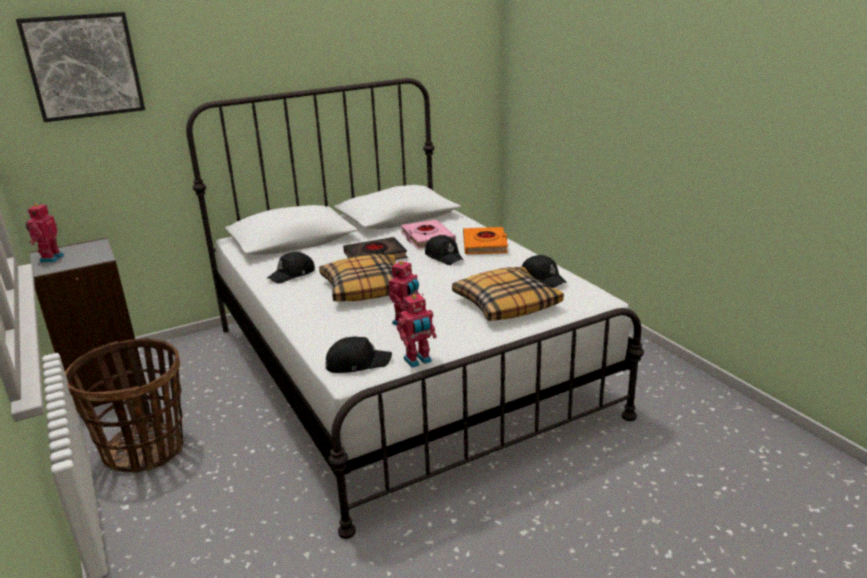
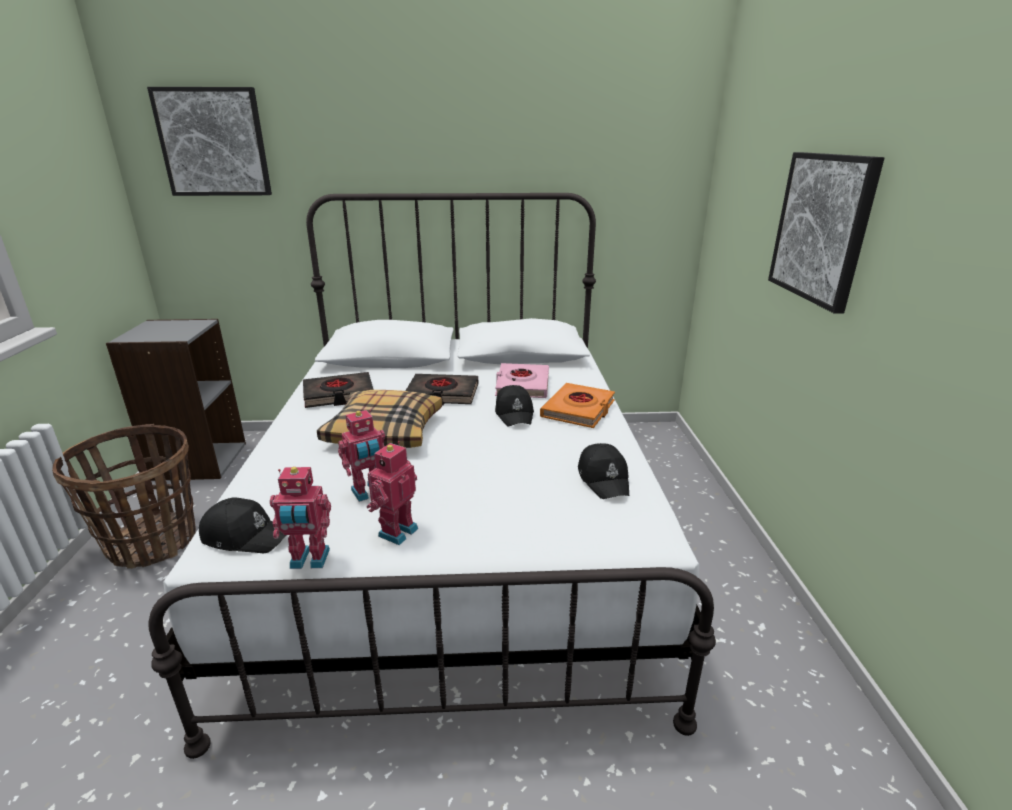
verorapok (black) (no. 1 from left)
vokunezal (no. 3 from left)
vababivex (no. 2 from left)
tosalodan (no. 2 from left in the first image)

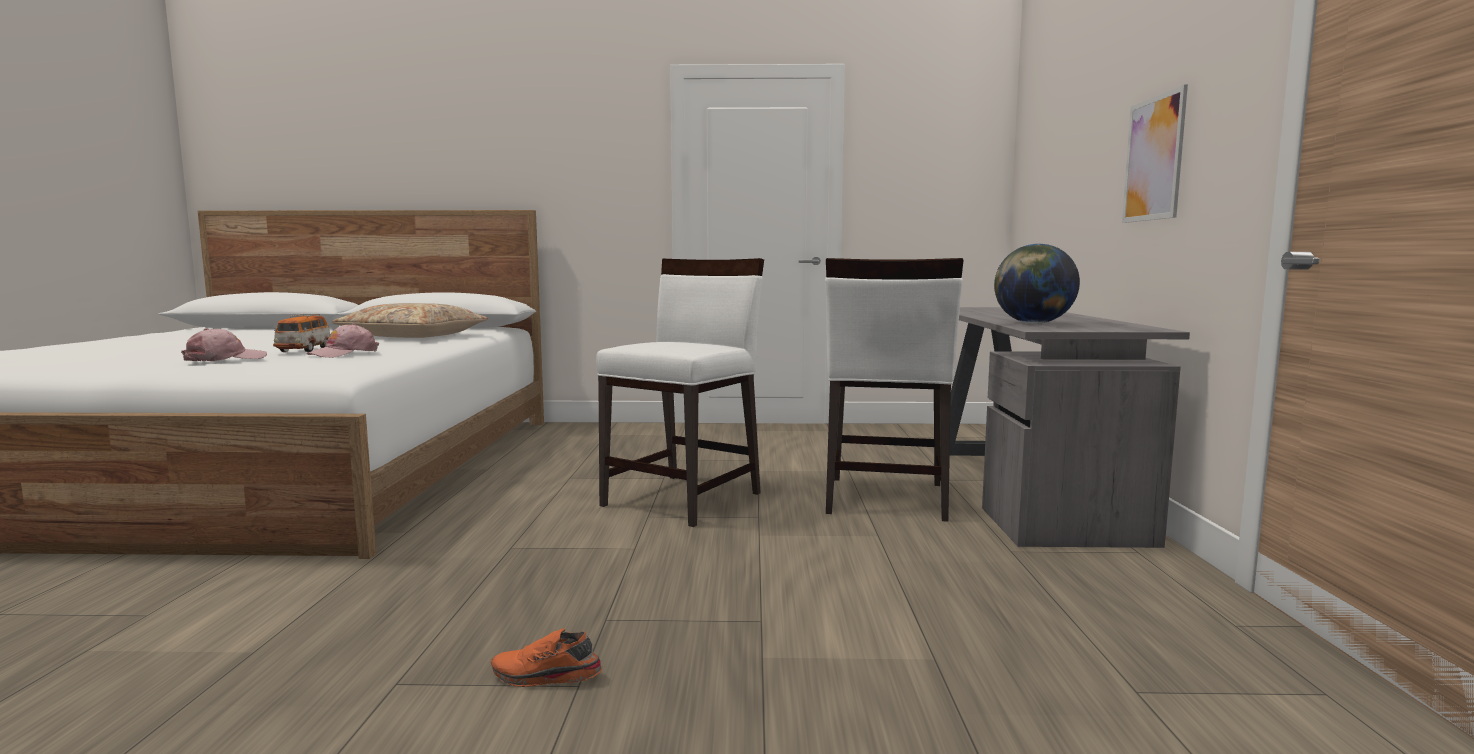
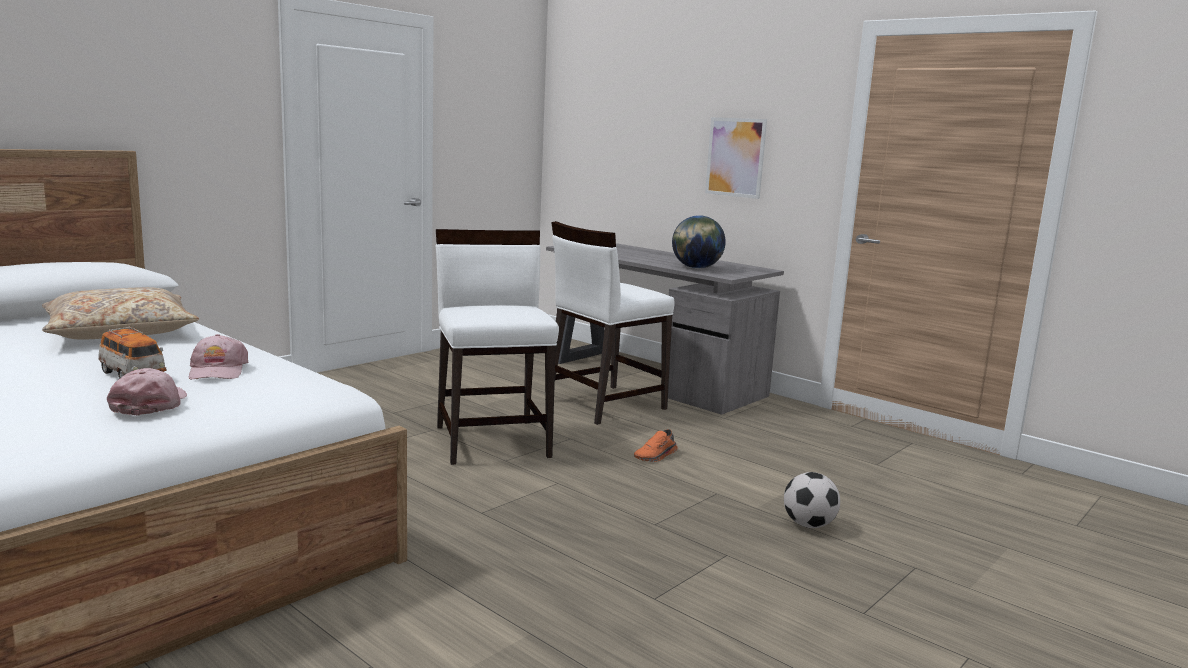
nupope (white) (no. 2 from left)
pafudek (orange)
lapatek

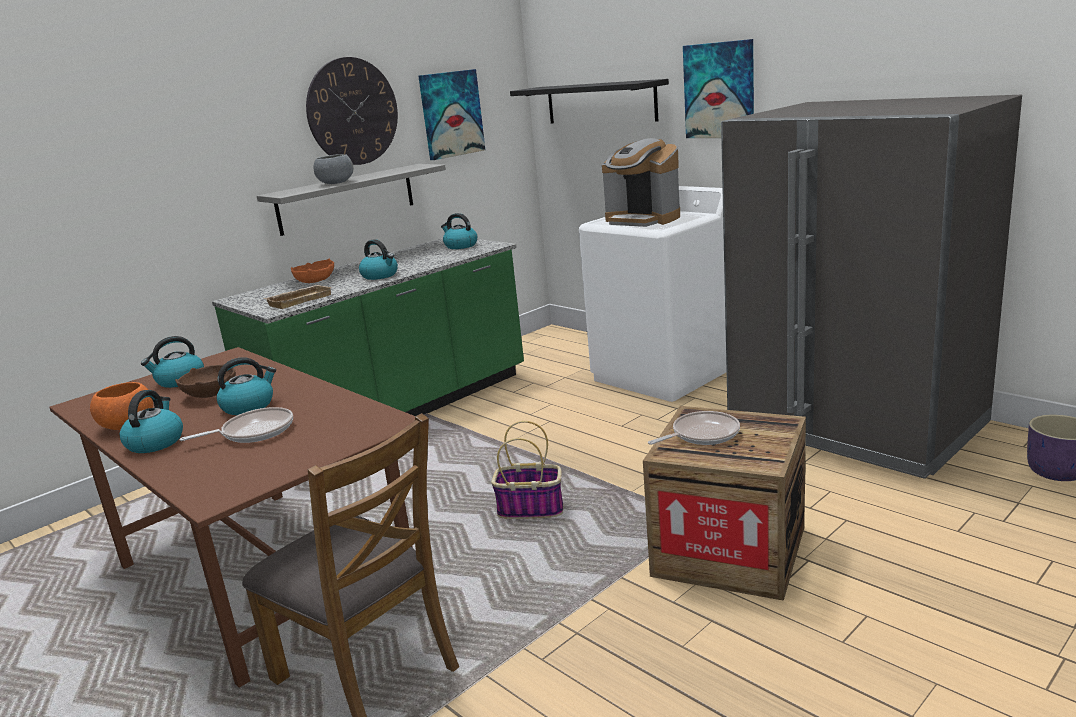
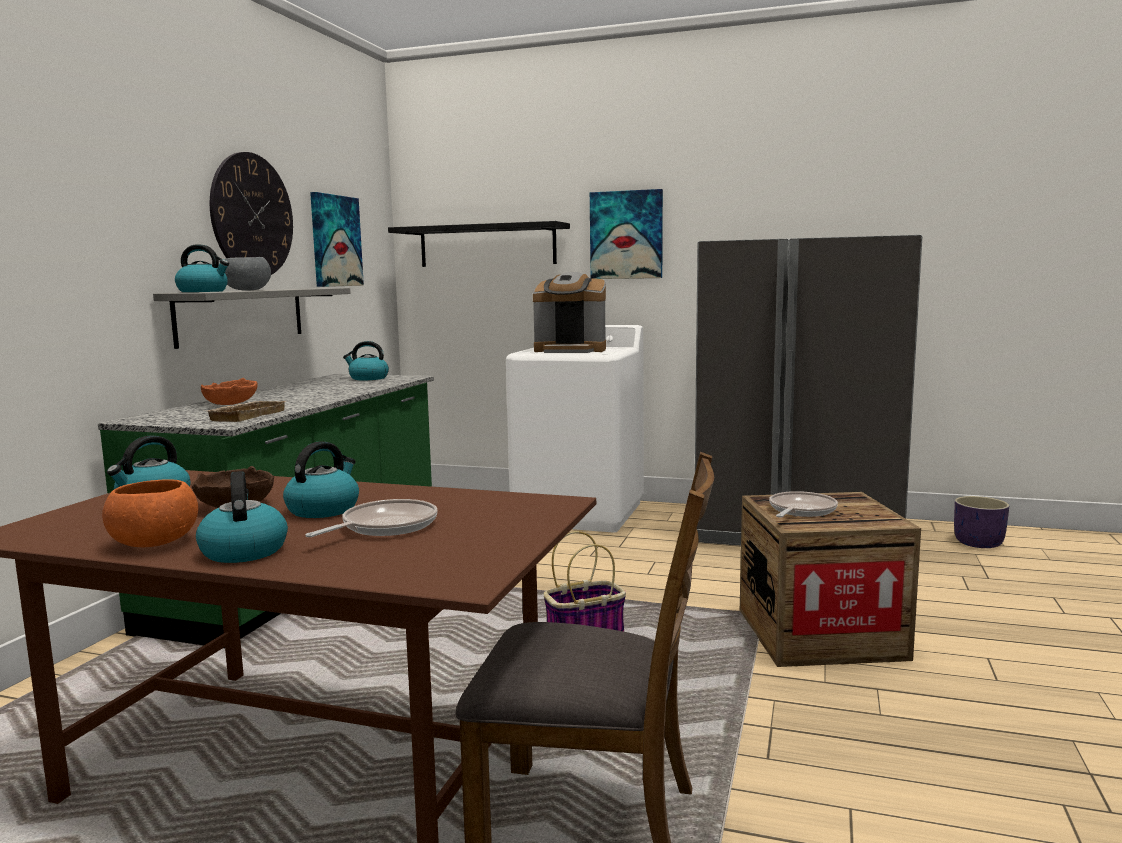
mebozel (no. 2 from left)

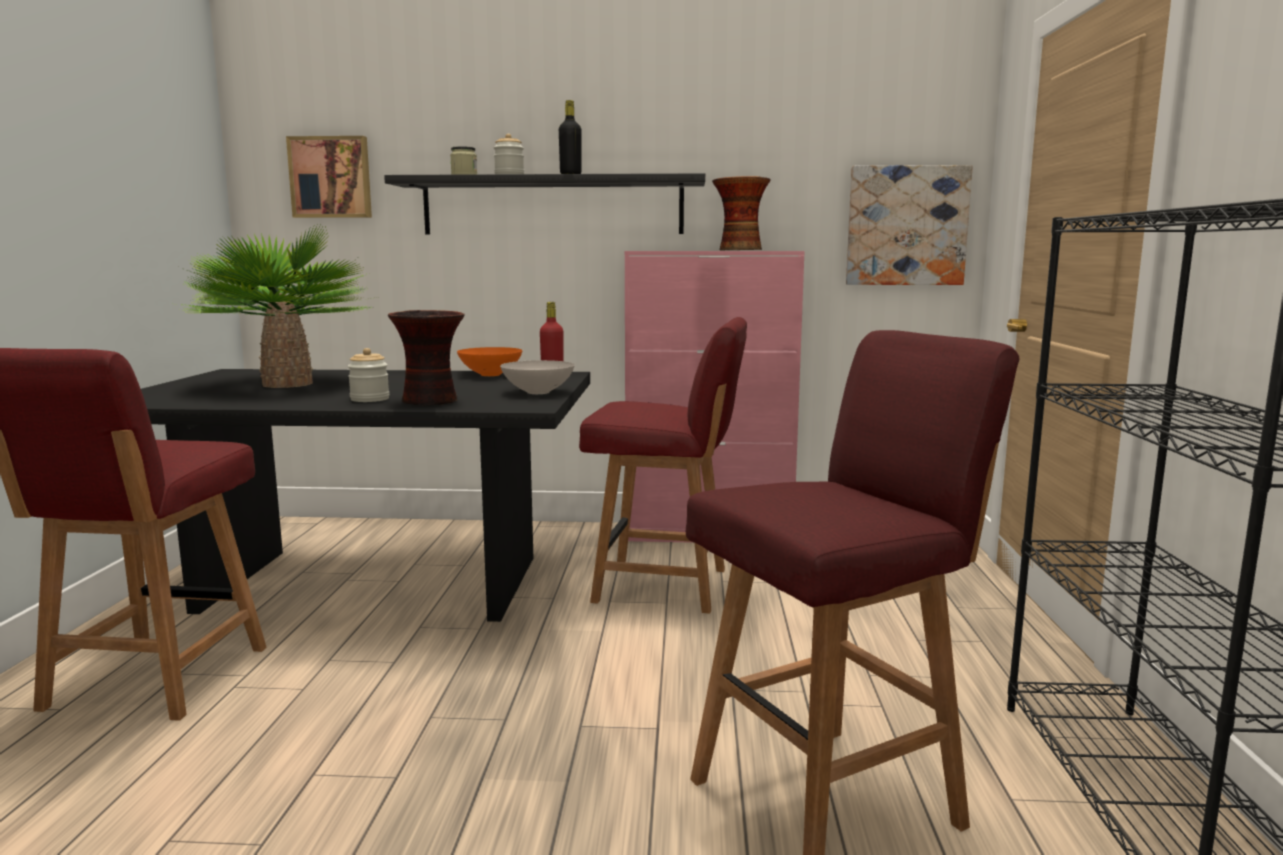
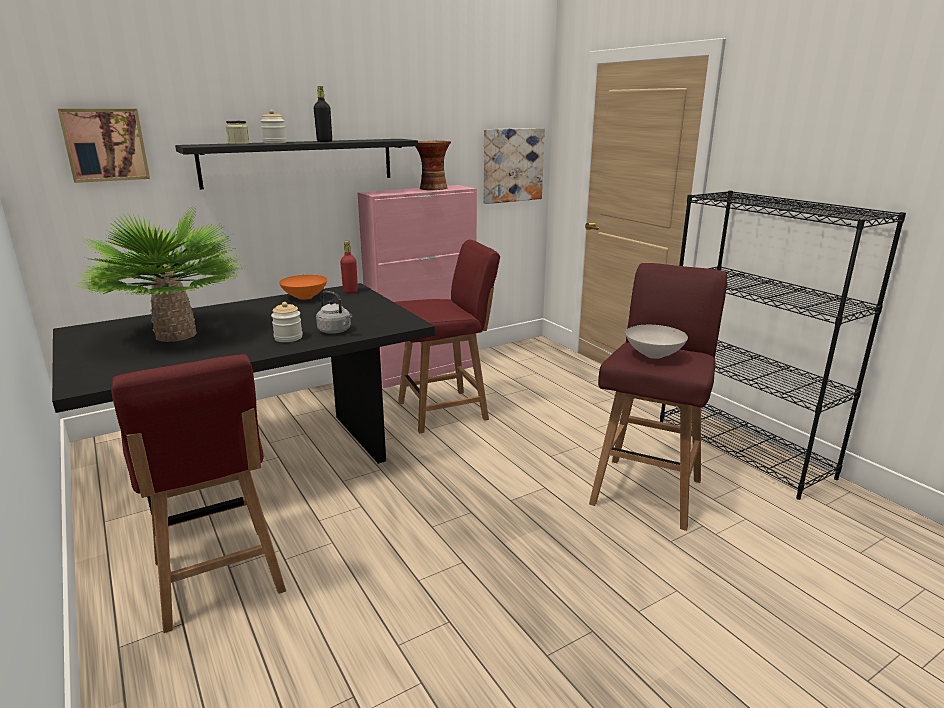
mebozel (grey)
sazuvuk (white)

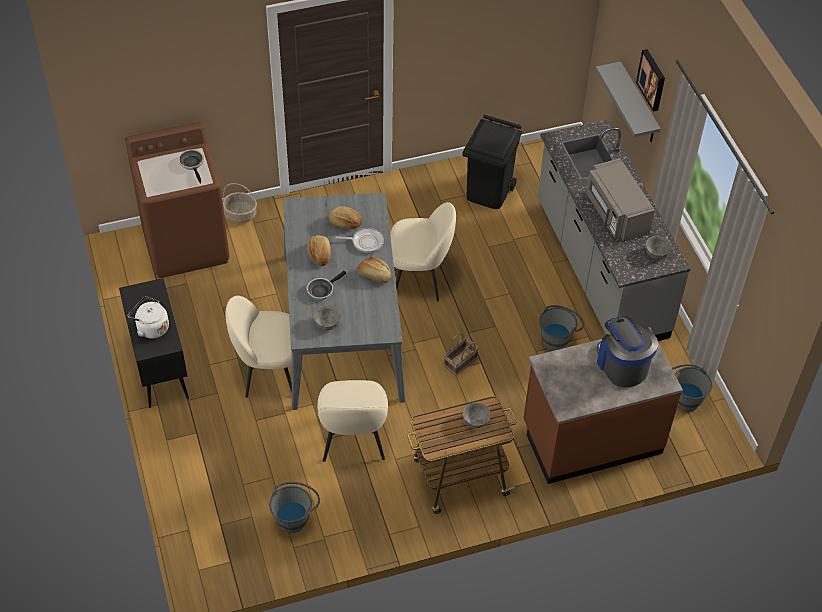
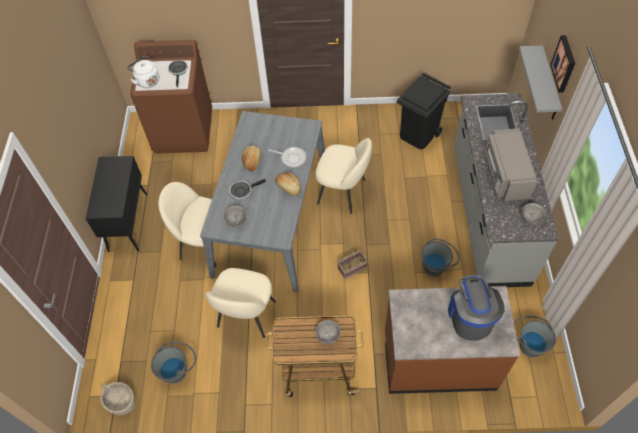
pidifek (no. 1 from left)
mebozel (white)
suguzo (no. 2 from left in the first image)

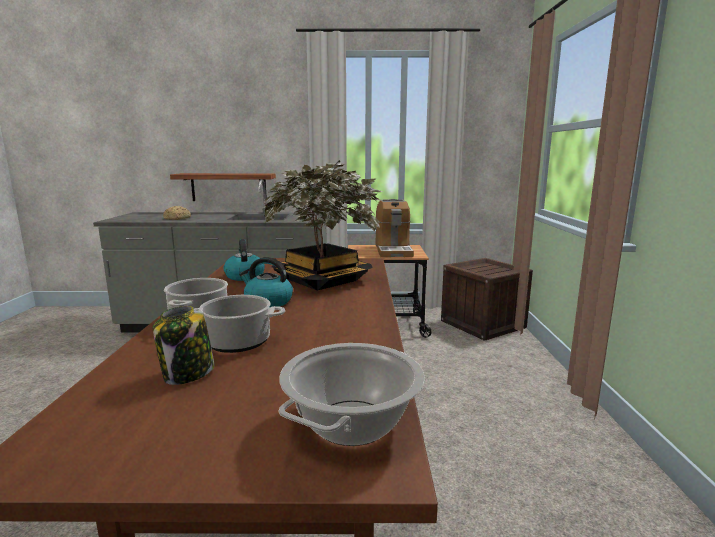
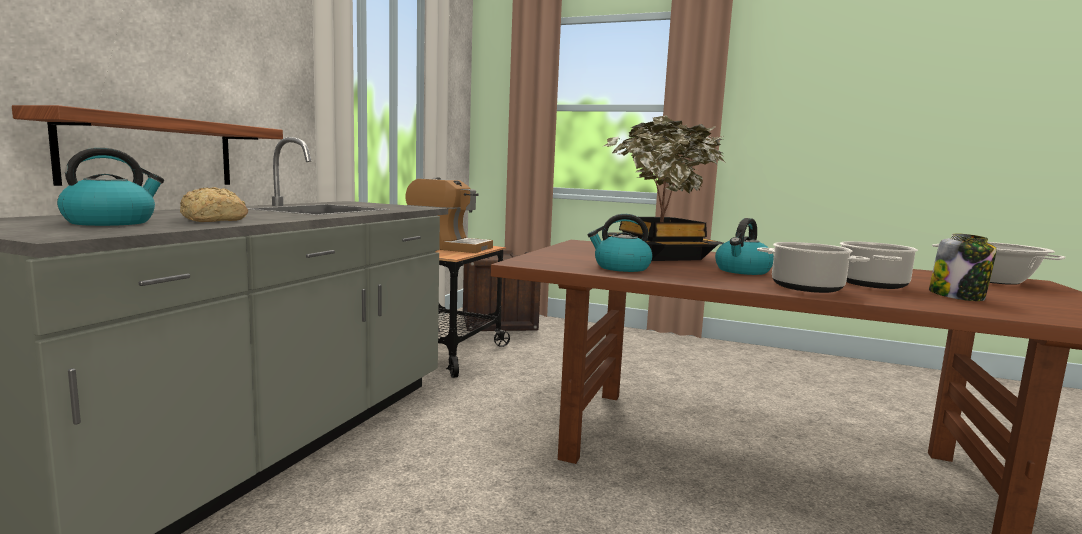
mebozel (no. 1 from left)

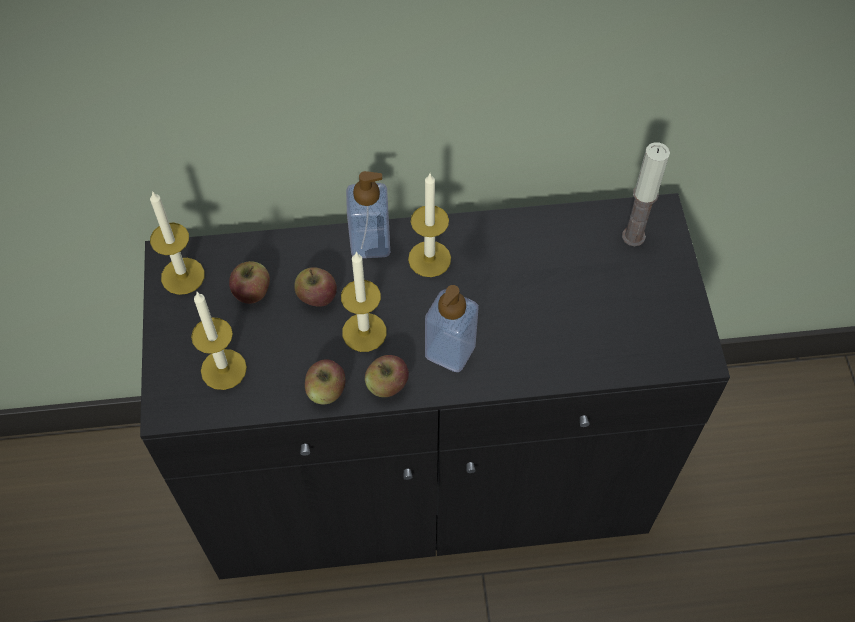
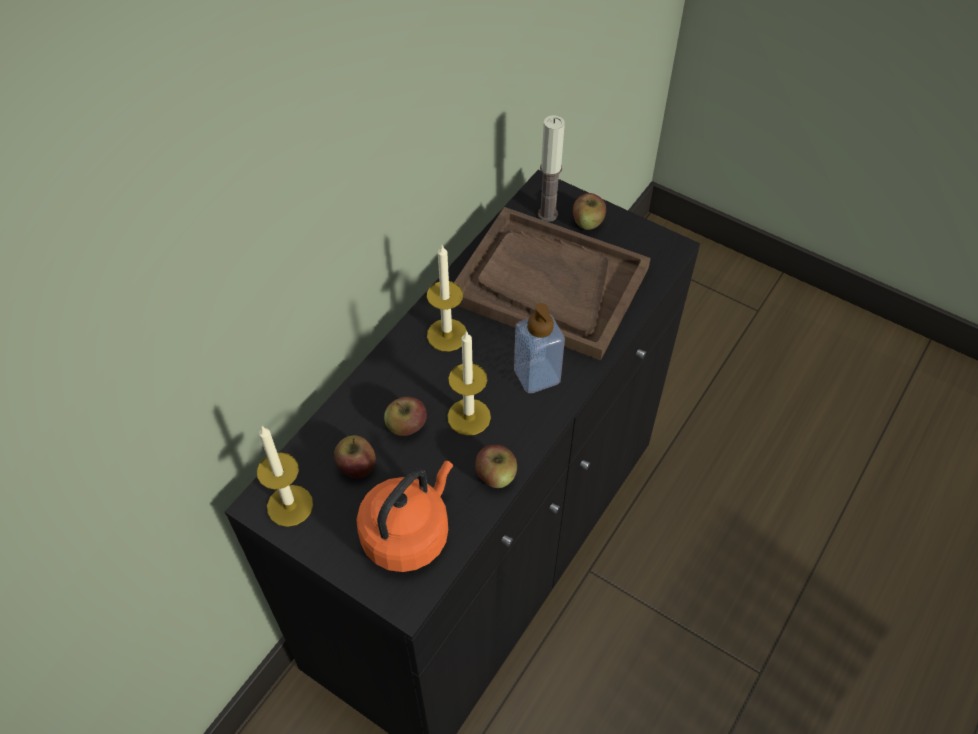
mebozel (orange)
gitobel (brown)
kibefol (no. 4 from left)
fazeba (no. 1 from left in the first image)

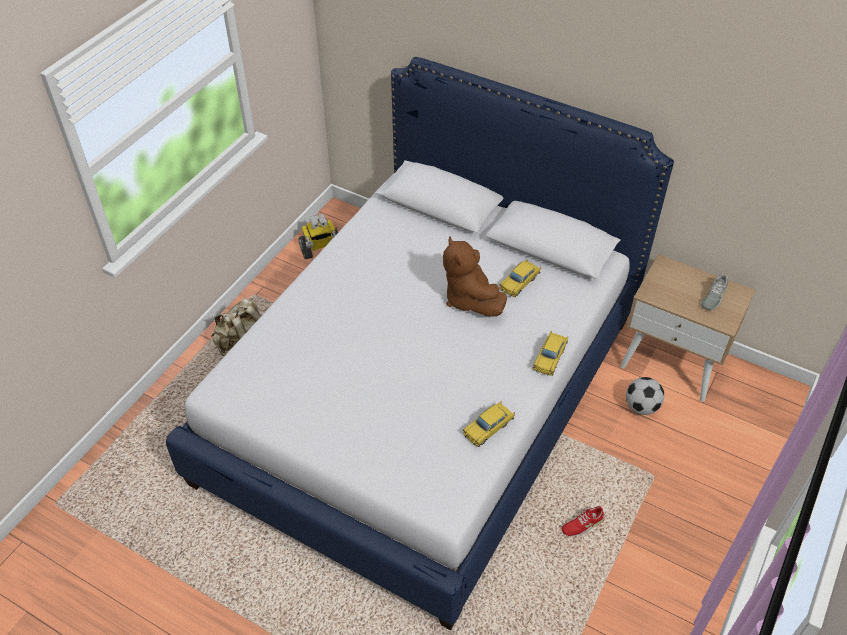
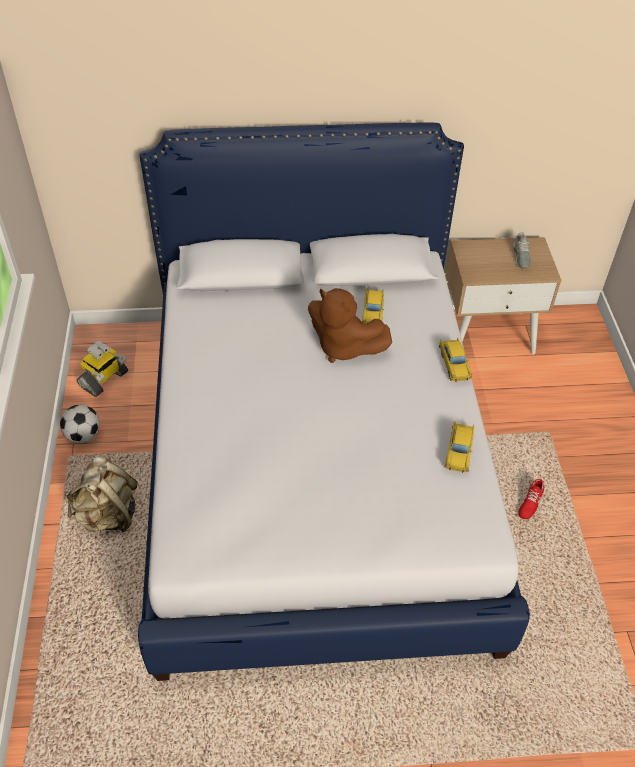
lapatek

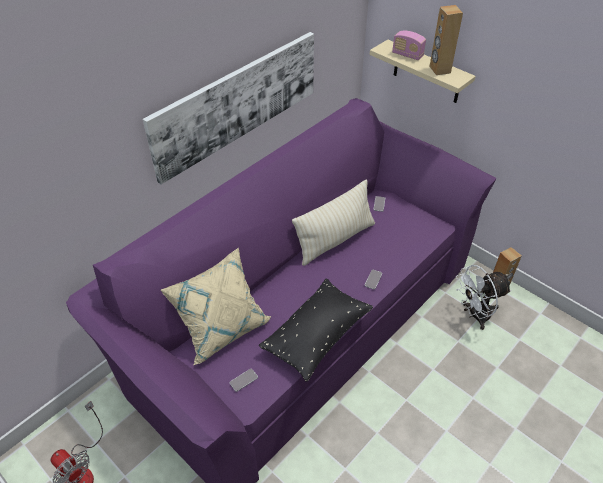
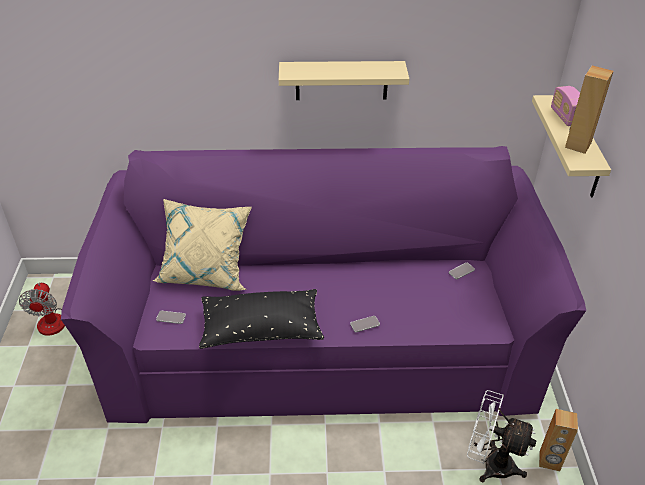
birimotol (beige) (no. 1 from left)
tosalodan (beige) (no. 2 from left in the first image)

